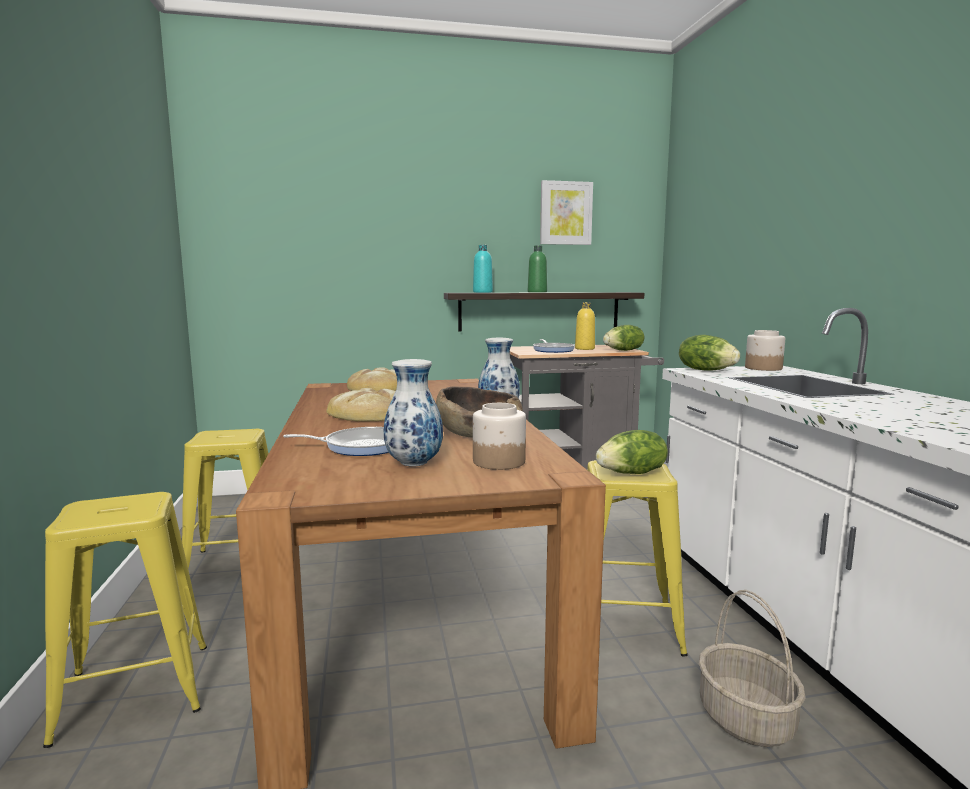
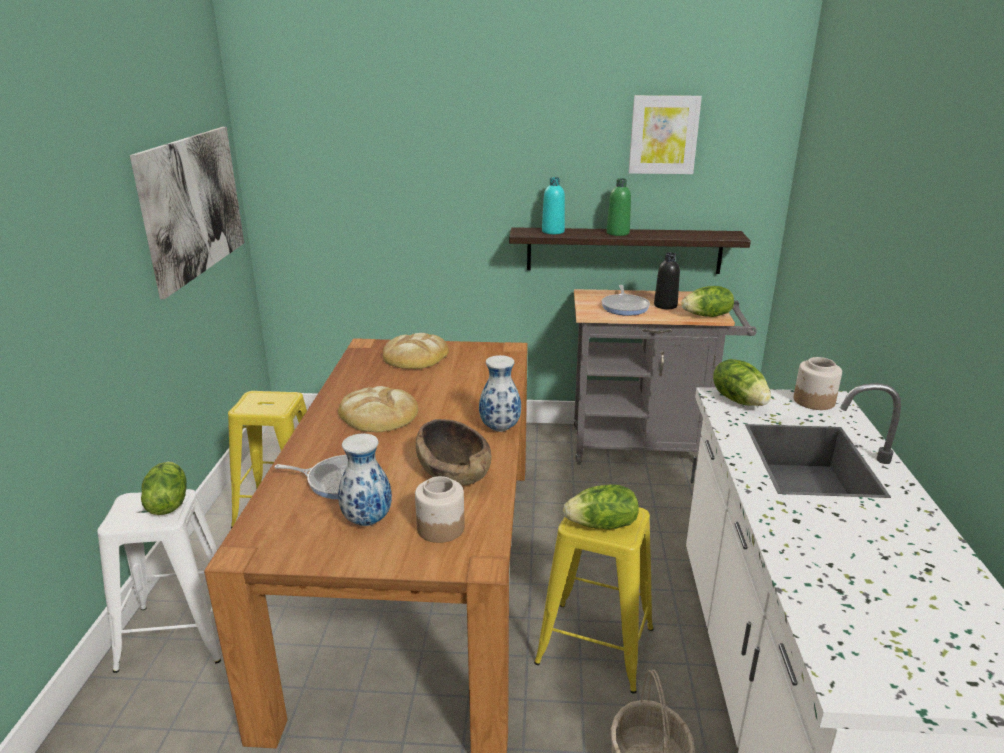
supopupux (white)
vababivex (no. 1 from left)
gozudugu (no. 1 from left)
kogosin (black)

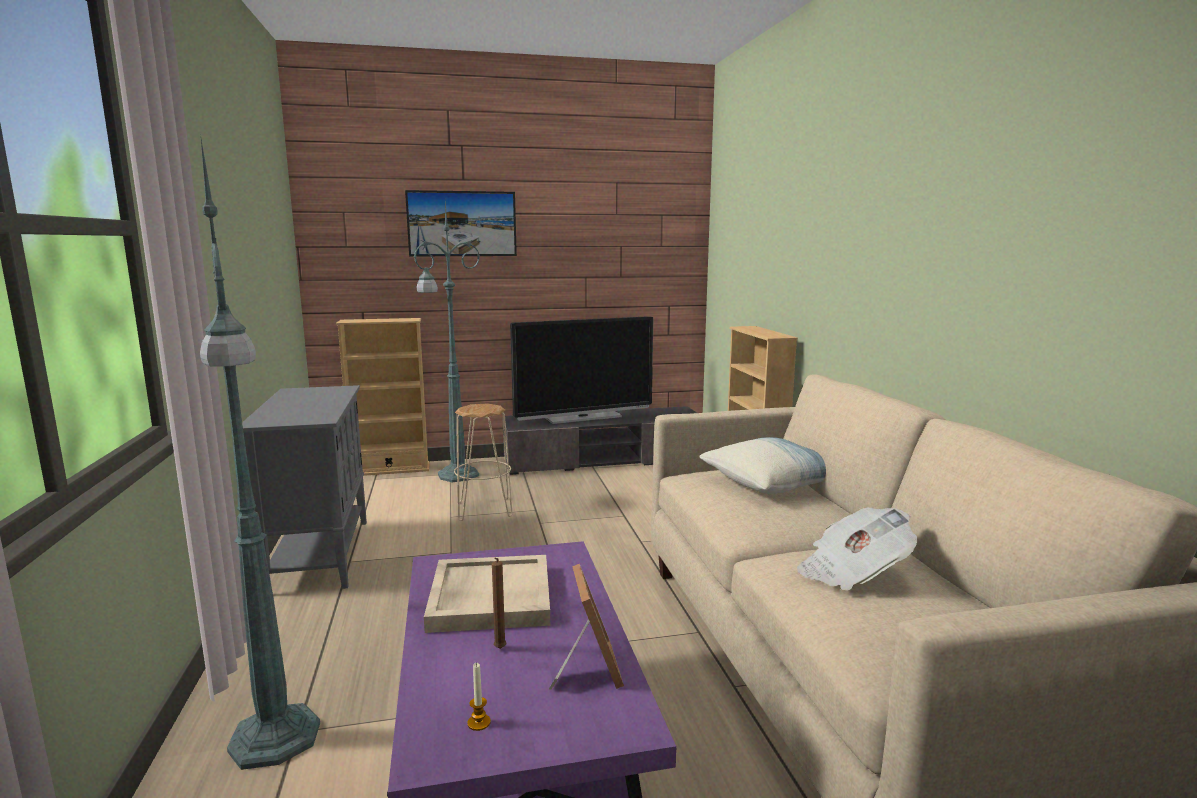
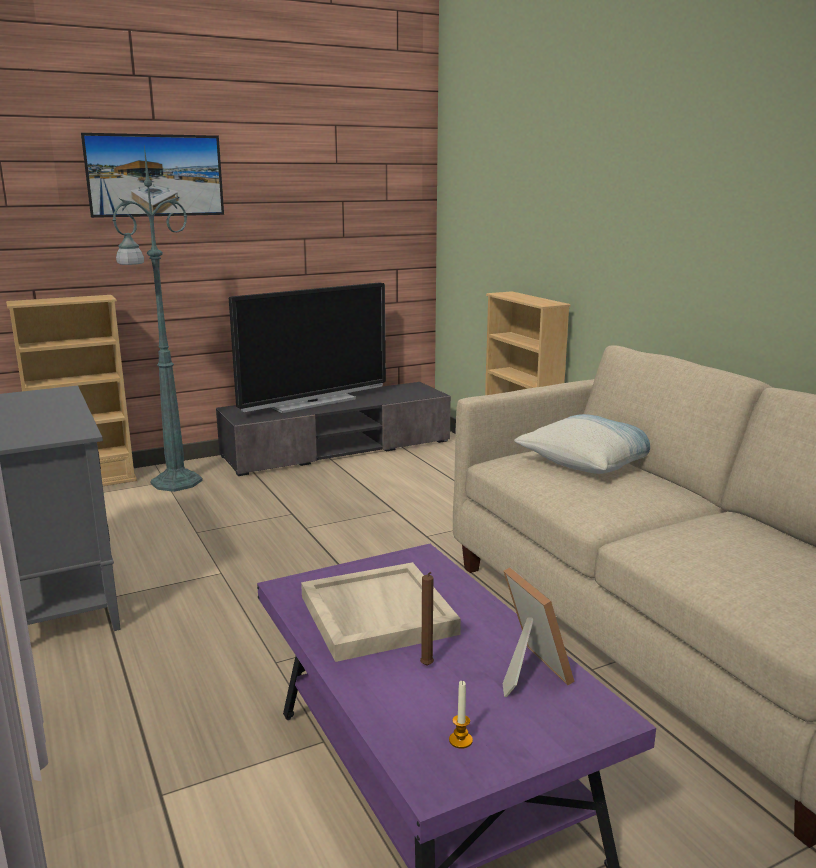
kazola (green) (no. 1 from left in the first image)
supopupux (beige)
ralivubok

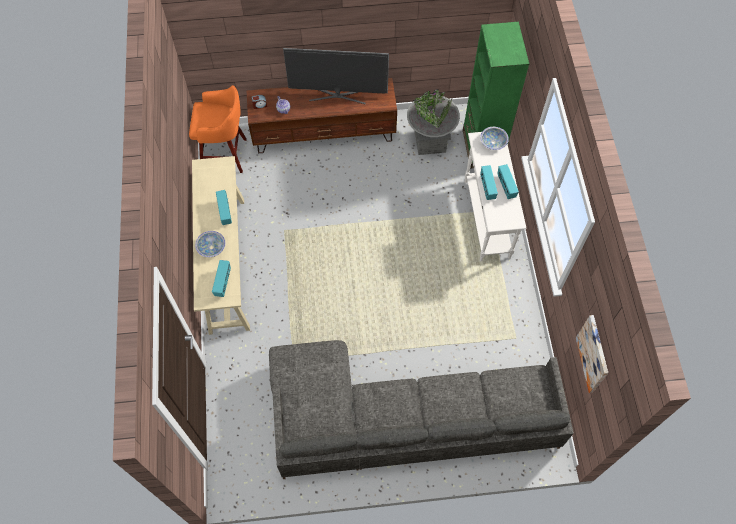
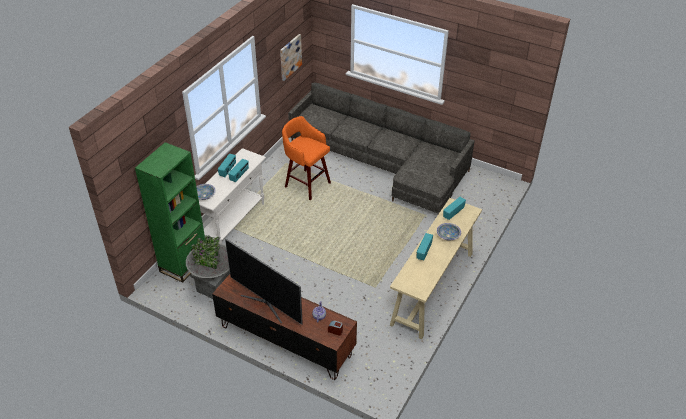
supopupux (orange)

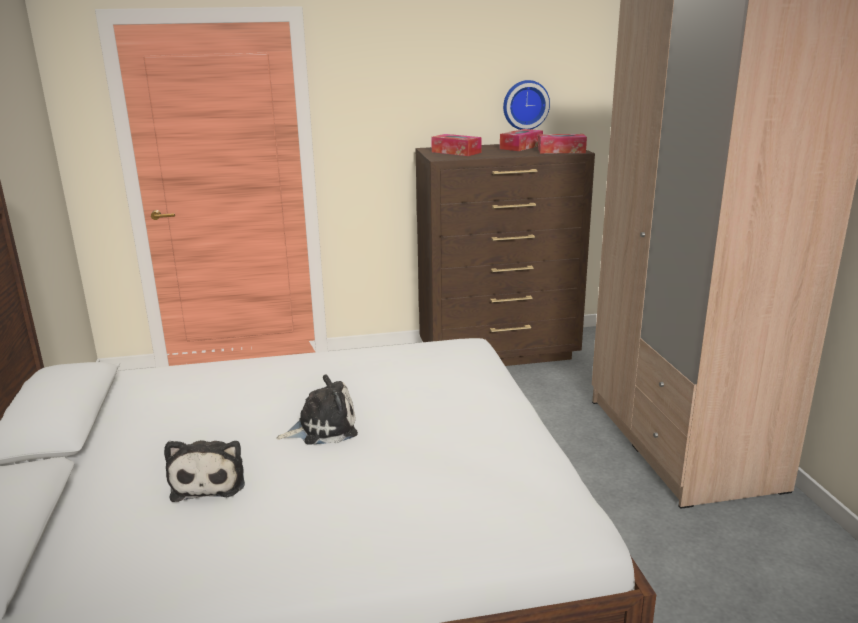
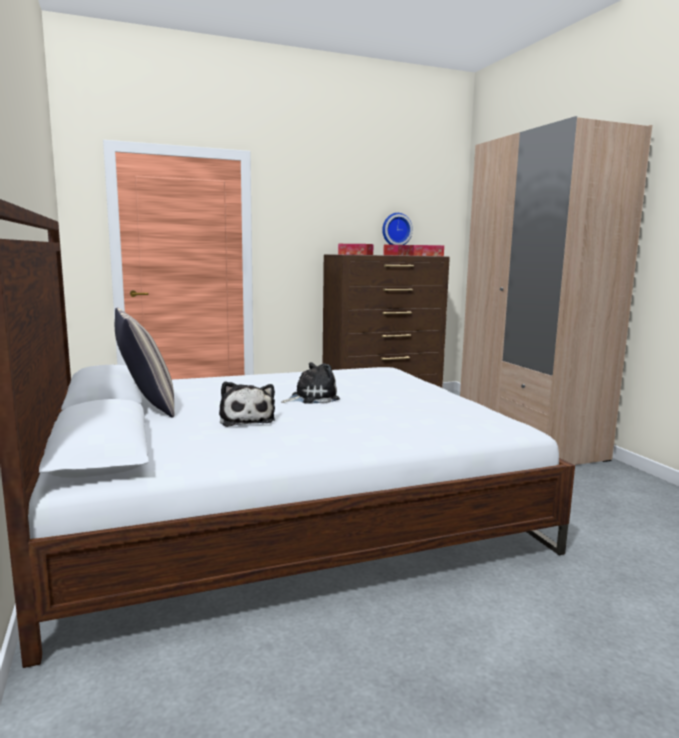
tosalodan

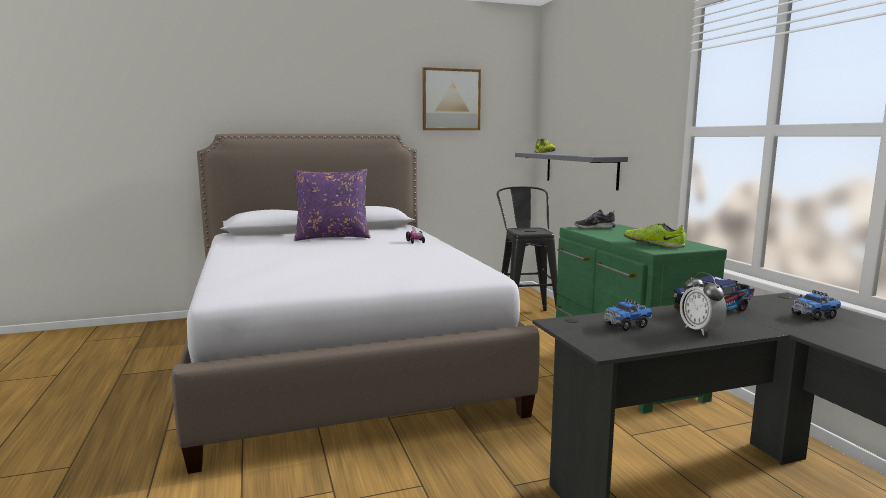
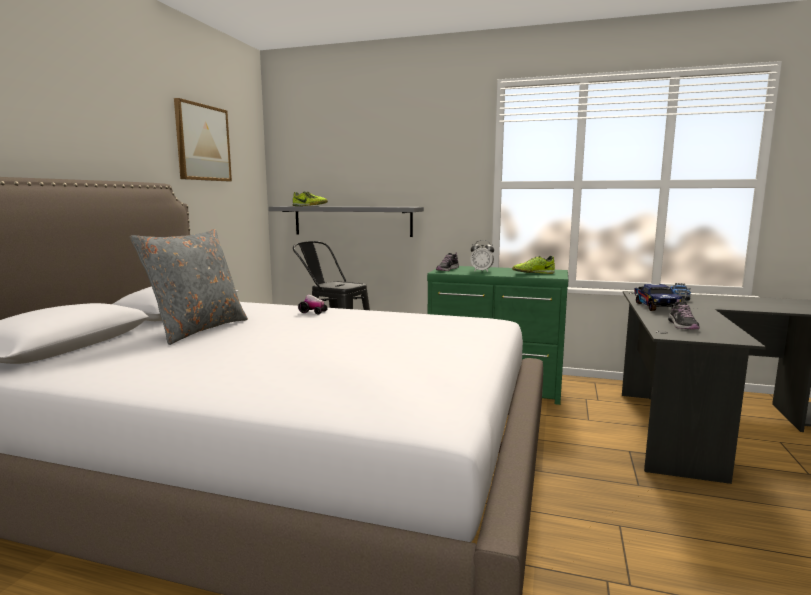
tosalodan (grey)
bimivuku
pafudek (no. 4 from left)

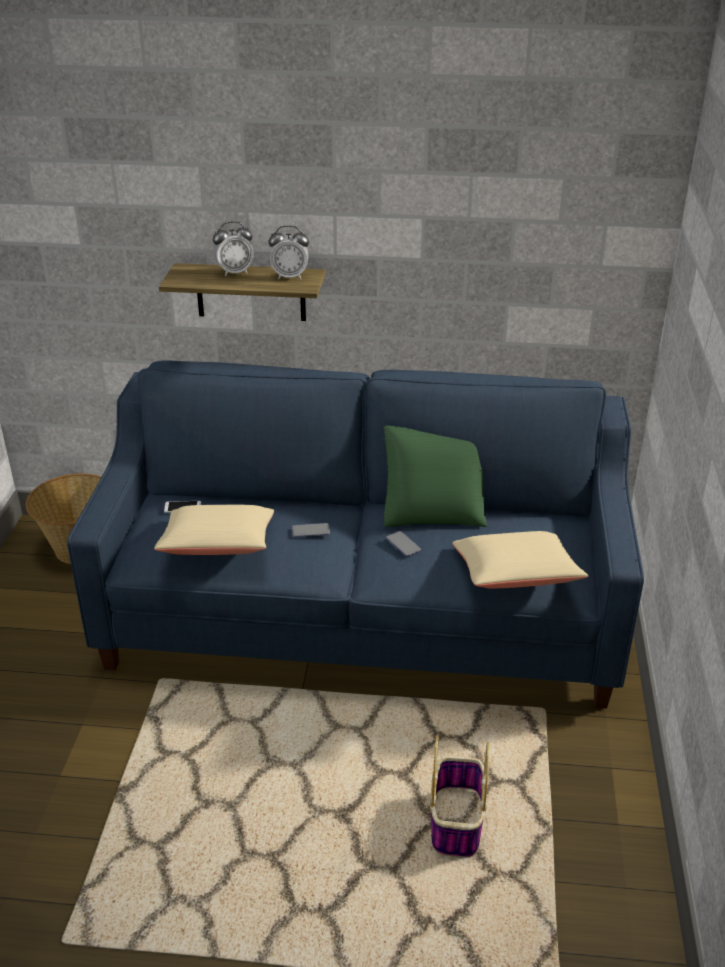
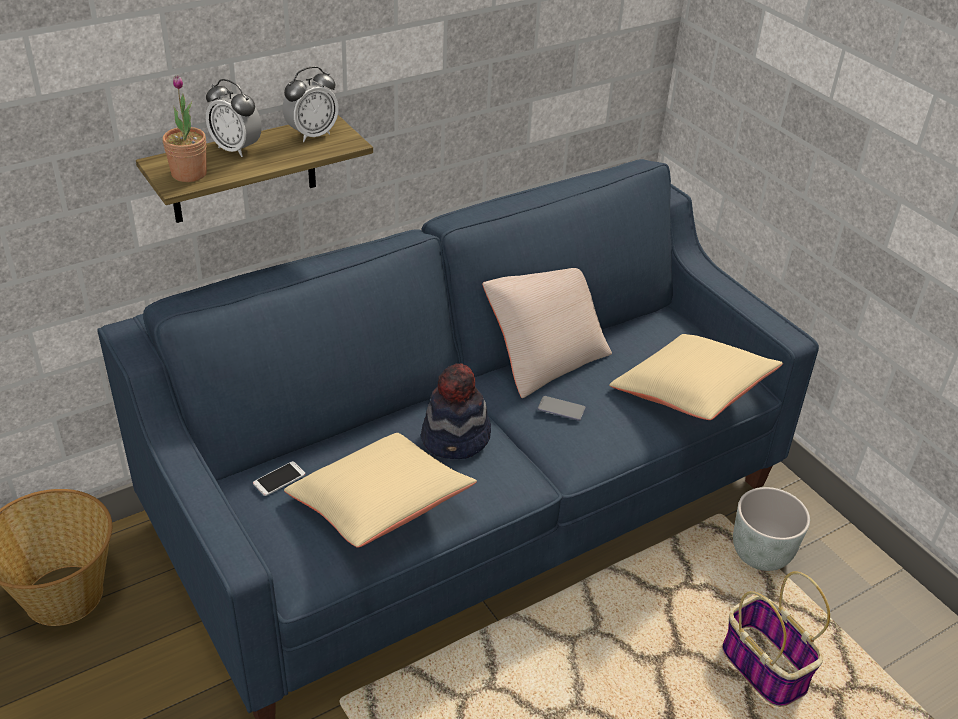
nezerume
bimivuku (no. 1 from left)
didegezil
tosalodan (beige) (no. 2 from left)
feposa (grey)

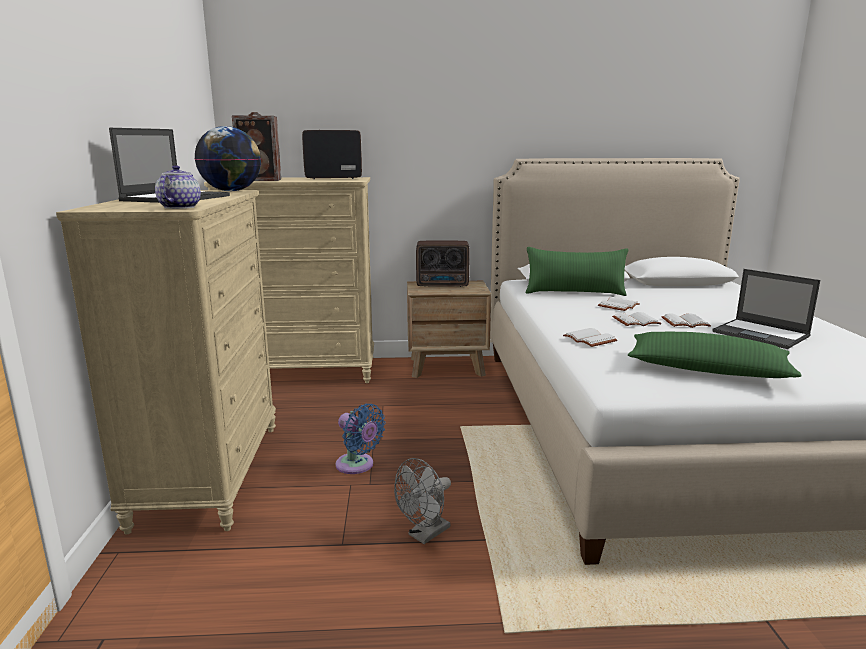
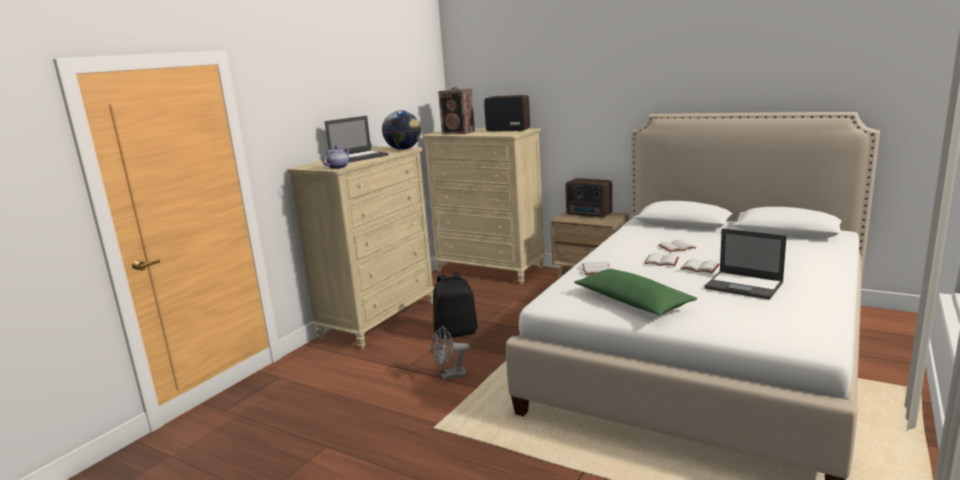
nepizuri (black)
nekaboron (no. 2 from left)
tosalodan (green) (no. 1 from left in the first image)

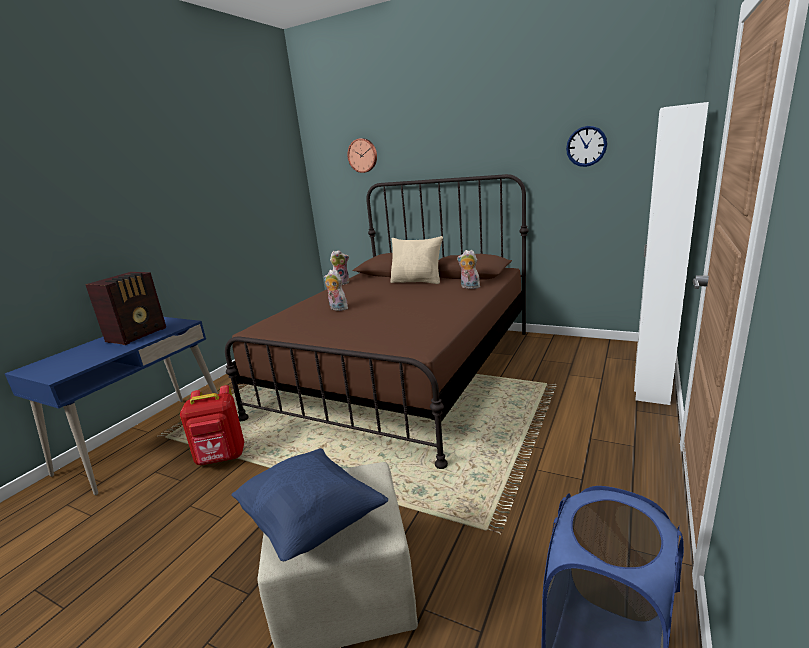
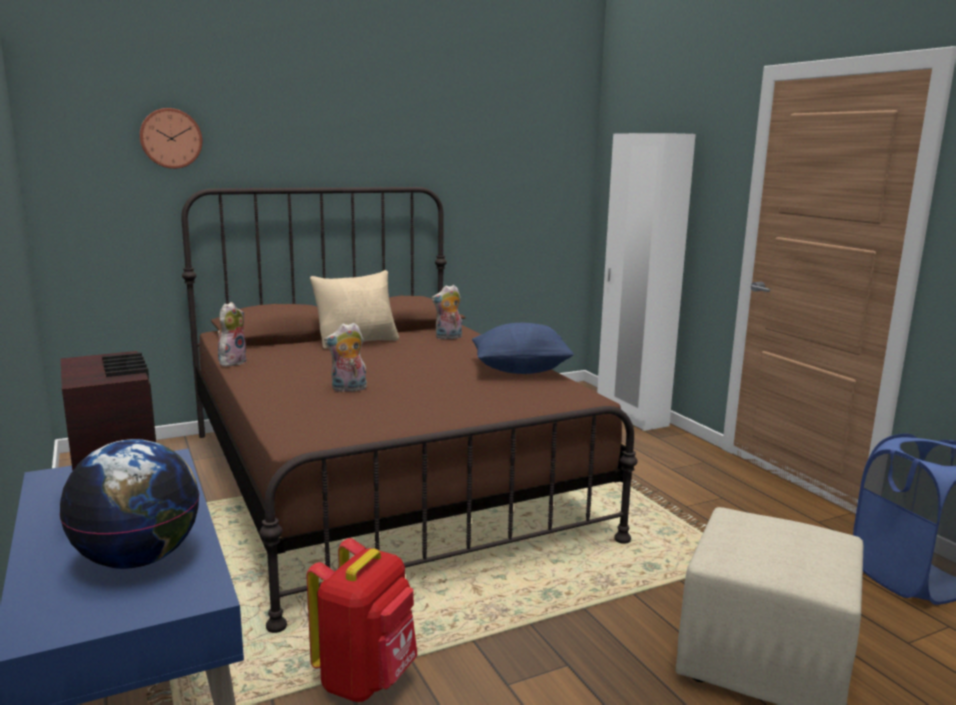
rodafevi
tosalodan (blue)
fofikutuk (no. 2 from left in the first image)

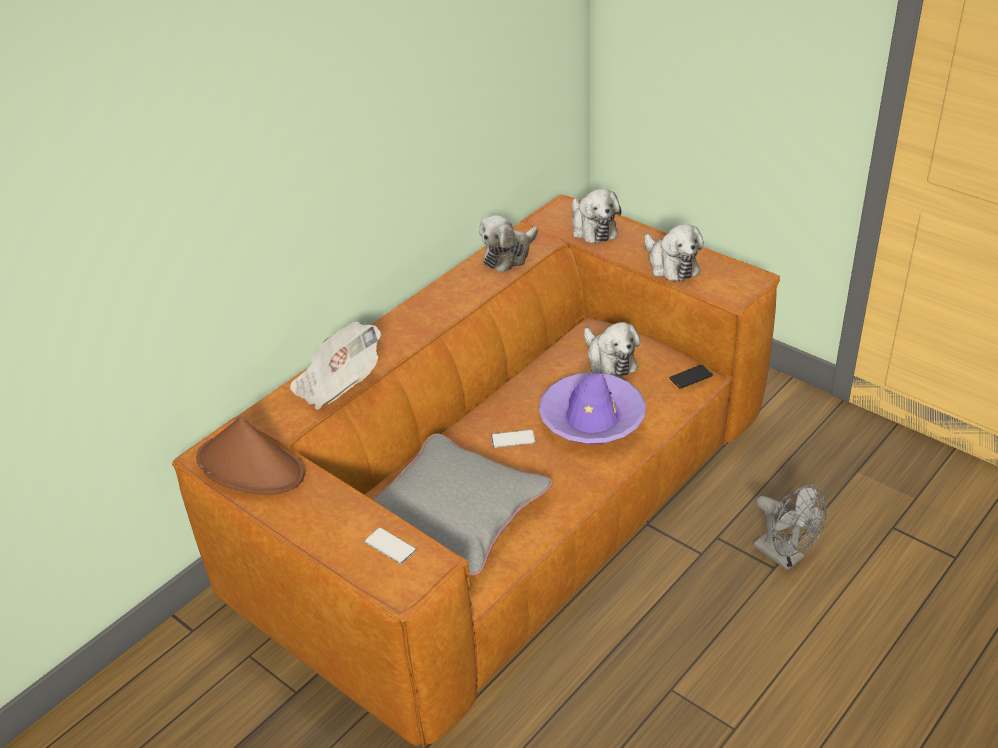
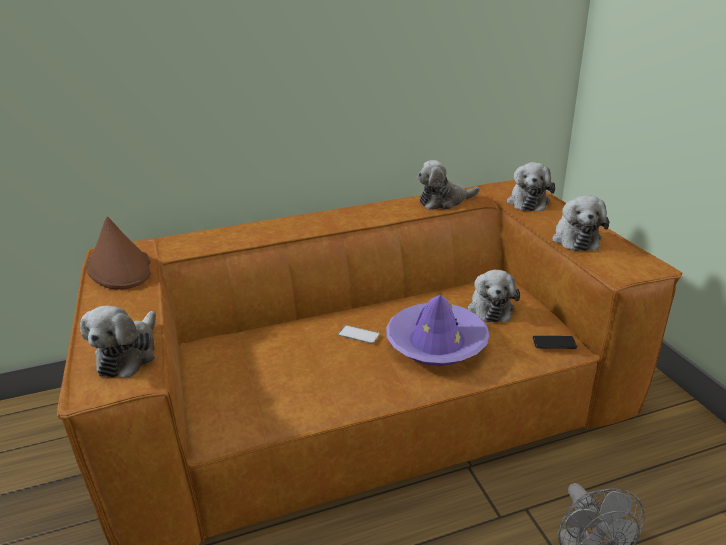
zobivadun (no. 1 from left)
ralivubok
tosalodan (grey)

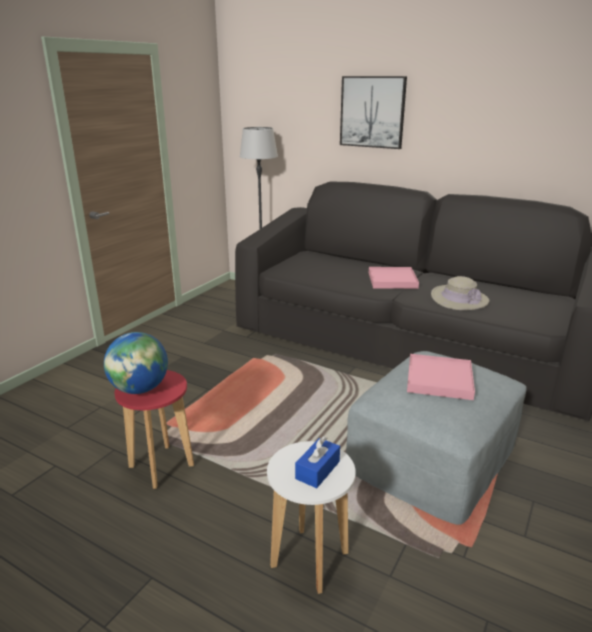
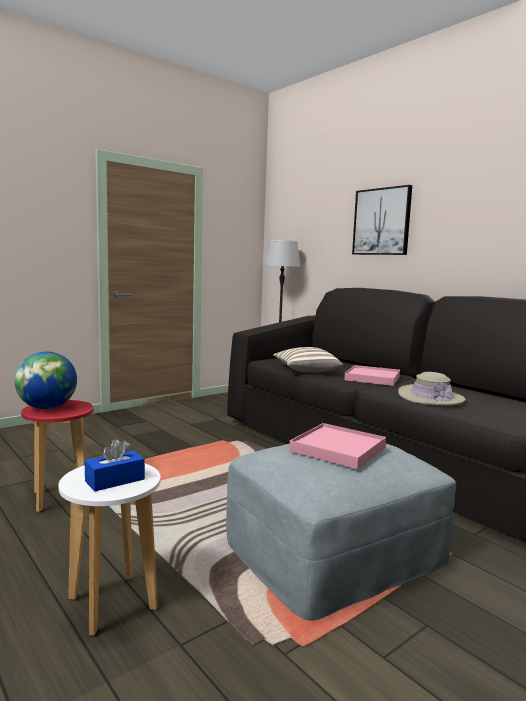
tosalodan

